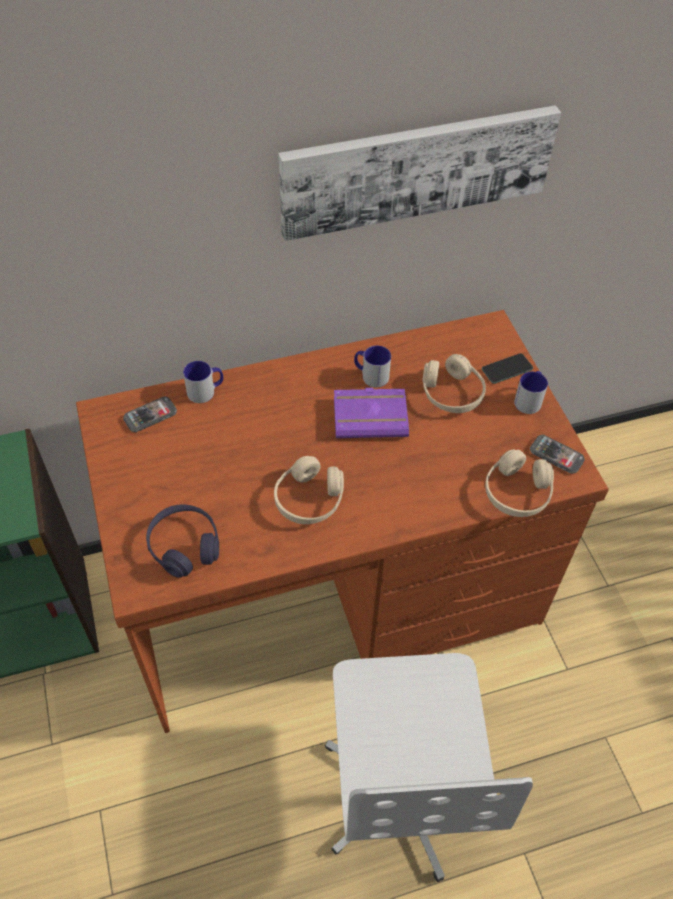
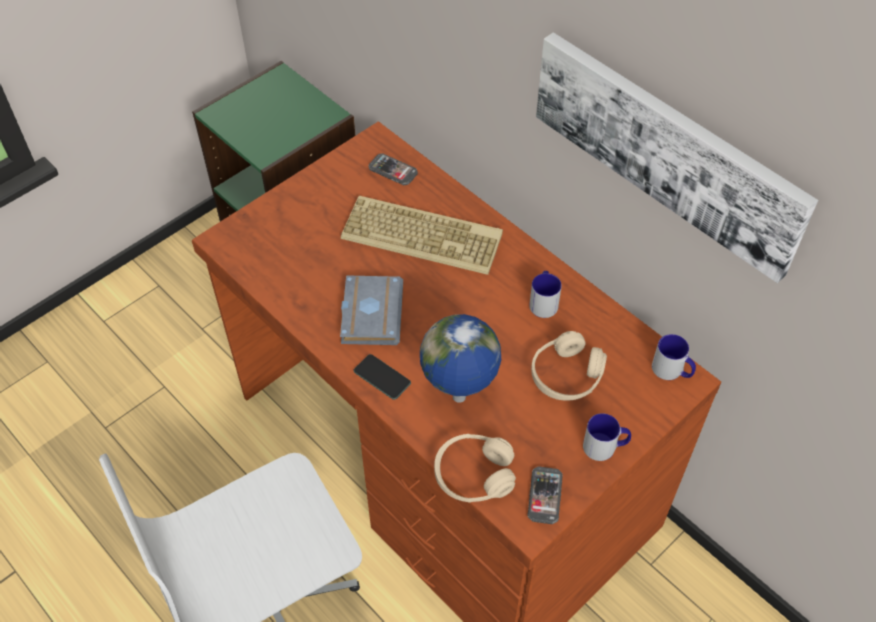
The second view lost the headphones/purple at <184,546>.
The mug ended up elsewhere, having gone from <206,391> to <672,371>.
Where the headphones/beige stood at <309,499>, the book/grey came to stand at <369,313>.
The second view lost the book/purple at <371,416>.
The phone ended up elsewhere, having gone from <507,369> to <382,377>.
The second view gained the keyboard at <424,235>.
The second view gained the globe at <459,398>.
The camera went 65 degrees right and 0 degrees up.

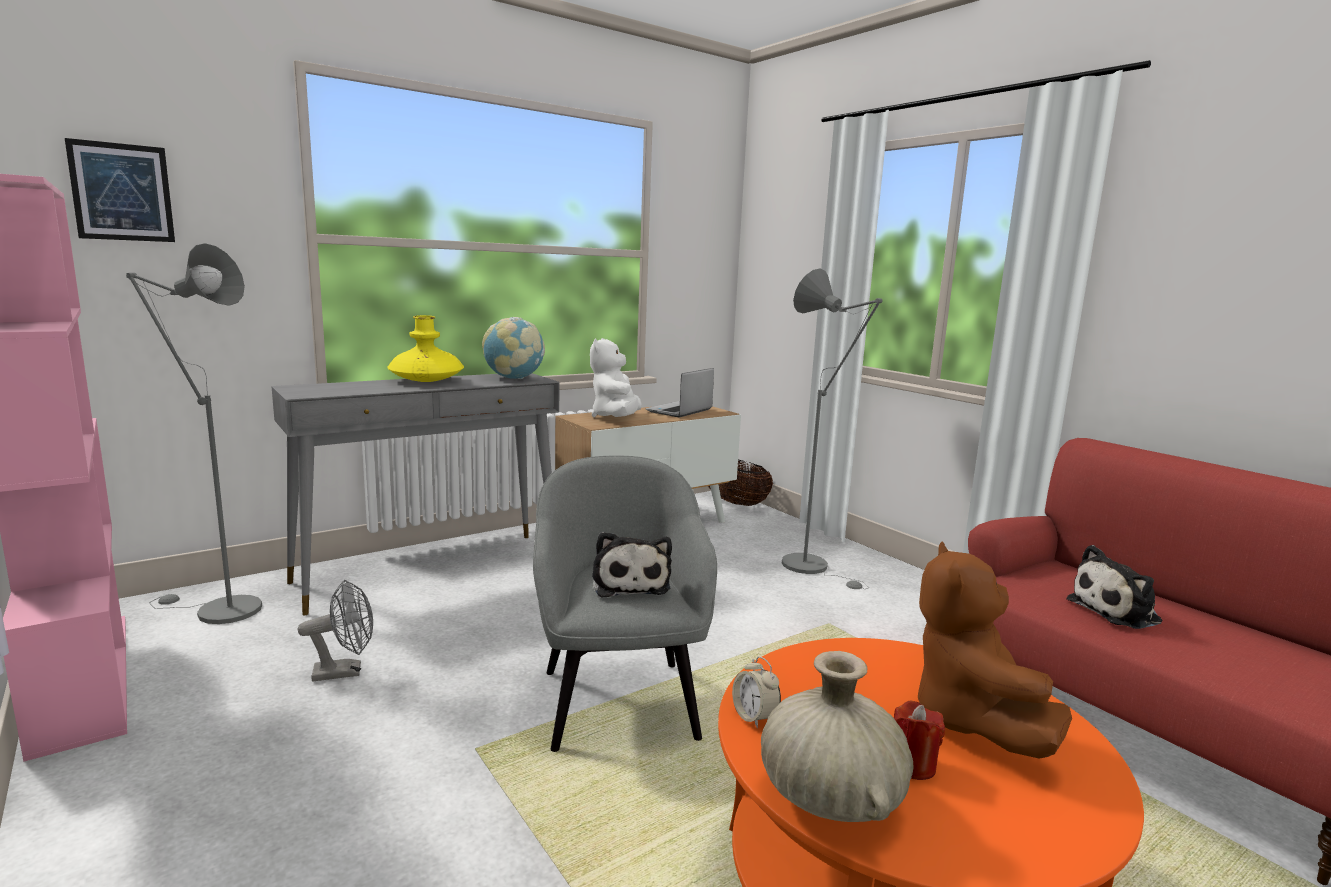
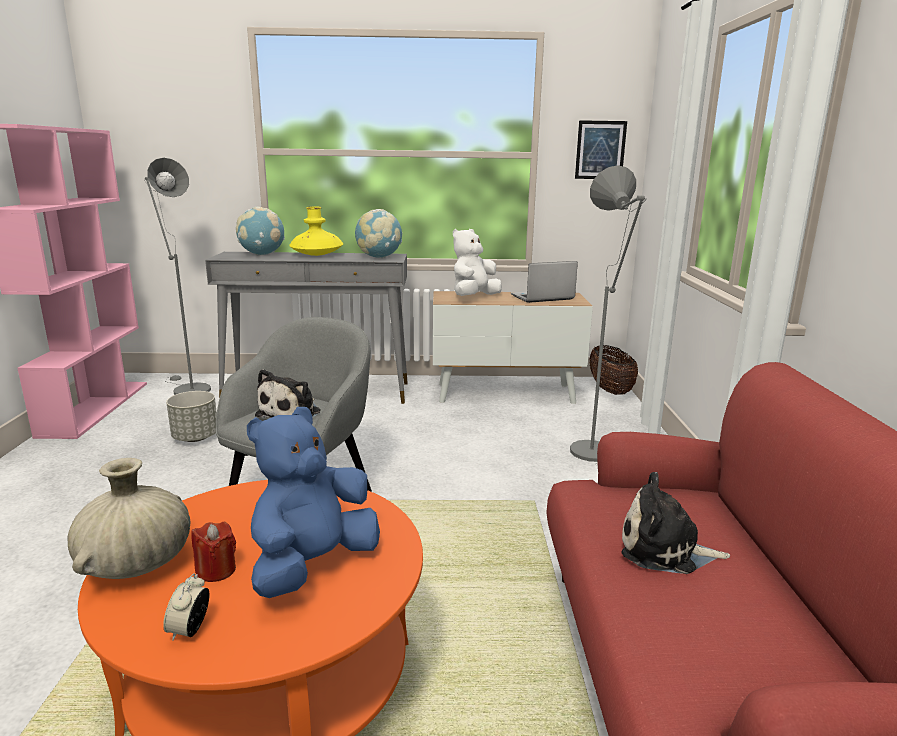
The picture ended up elsewhere, having gone from <122,192> to <600,150>.
Where the fan/grey stood at <345,671>, the planter/grey came to stand at <195,437>.
The alarm clock ended up elsewhere, having gone from <754,717> to <190,630>.
What was the plush toy/brown at <970,721> turned into the plush toy/blue at <313,565>.
The second view gained the globe at <262,254>.
The camera went 35 degrees right and 5 degrees up.

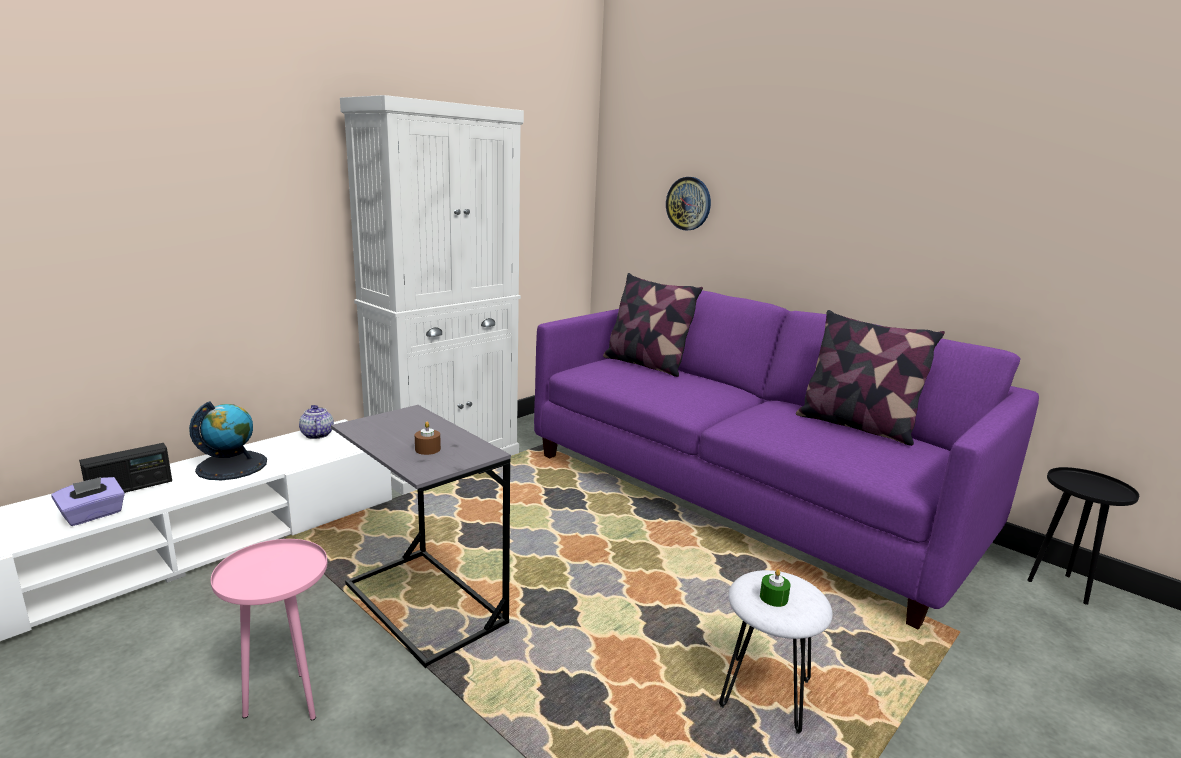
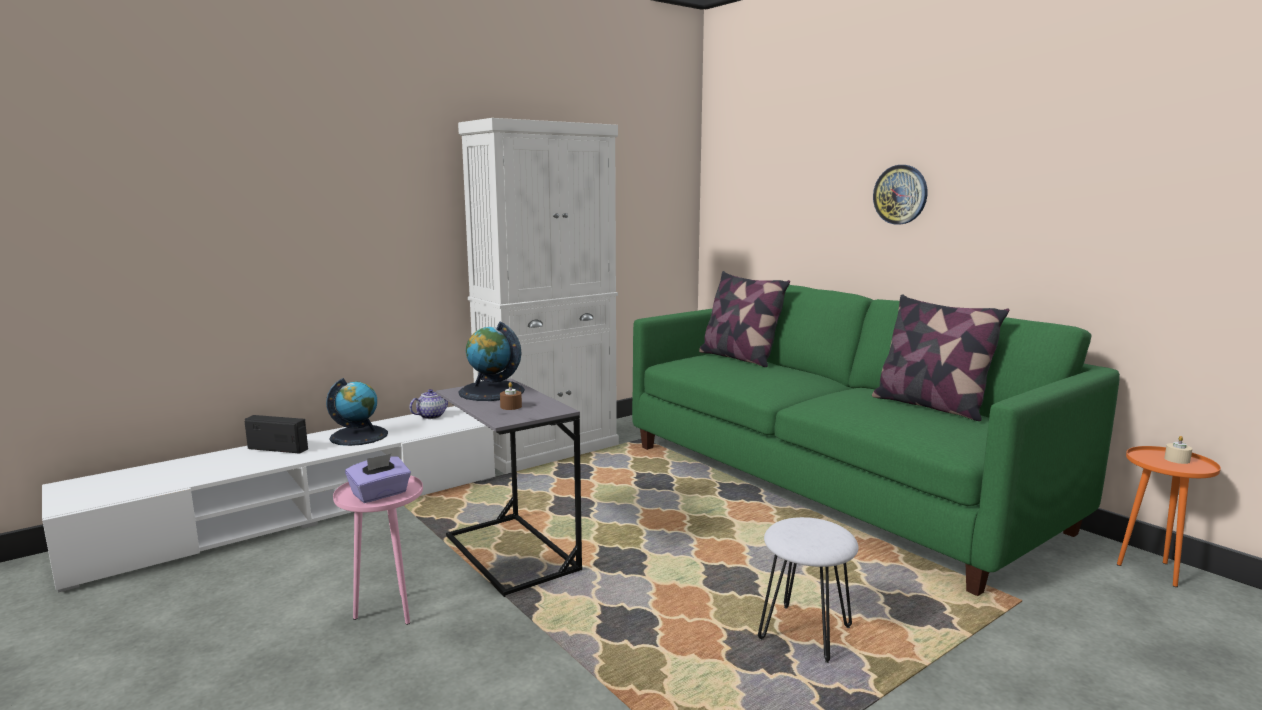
The tissue box/purple ended up elsewhere, having gone from <93,515> to <380,494>.
The radio at <130,488> ended up facing another way, 135 degrees counterclockwise from before.
The teapot at <316,434> ended up facing another way, 60 degrees clockwise from before.
What was the sofa/purple at <741,496> turned into the sofa/green at <830,485>.
The wall clock ended up elsewhere, having gone from <688,203> to <900,194>.
The second view lost the candle/green at <773,598>.
What was the side table/black at <1060,586> turned into the side table/orange at <1152,571>.
The second view gained the globe at <491,392>.
The second view gained the candle/beige at <1177,460>.
The camera went 10 degrees right and 5 degrees down.

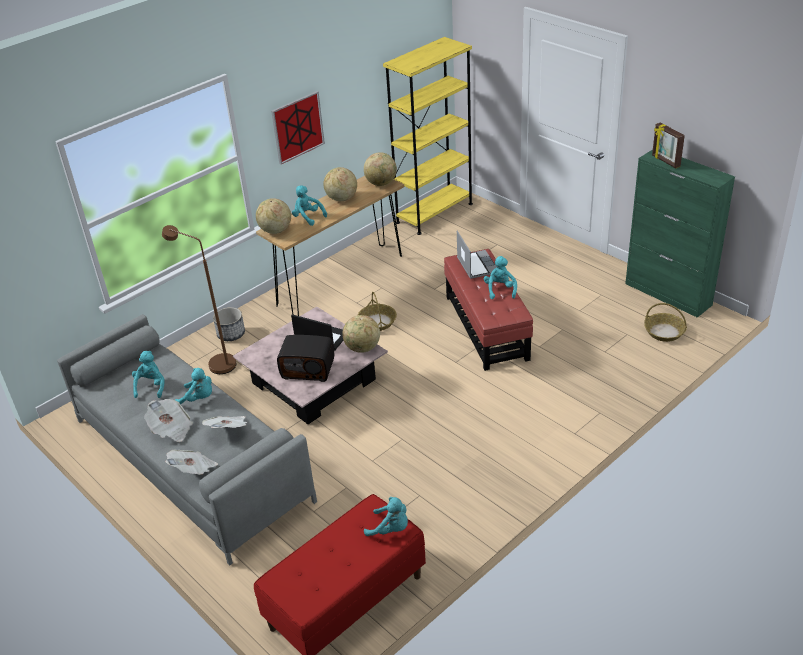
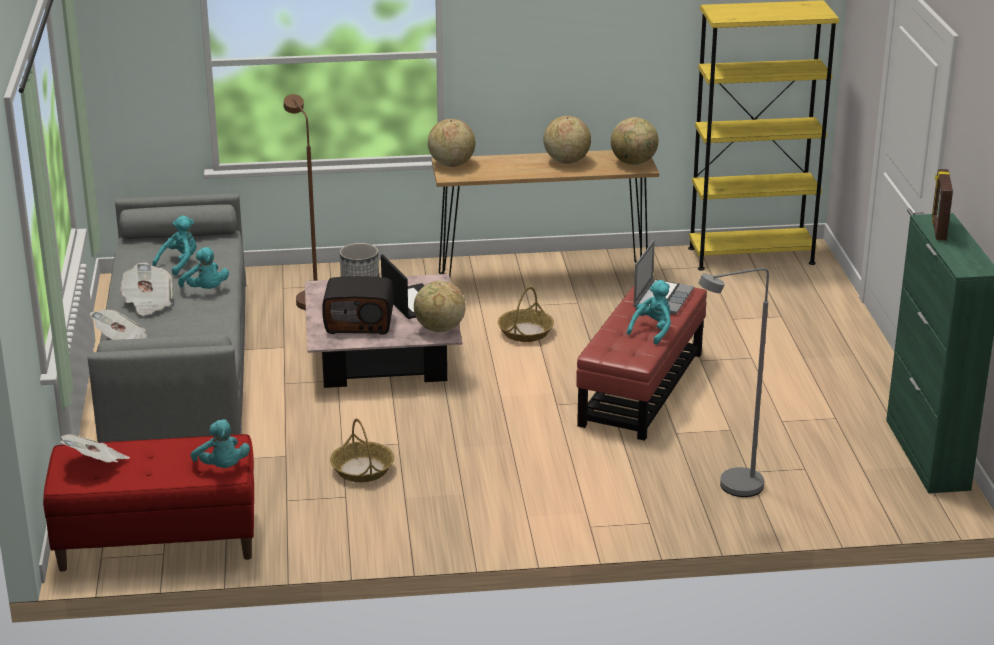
The newspaper ended up elsewhere, having gone from <228,430> to <96,463>.
The second view lost the picture at <297,127>.
The radio at <308,369> ended up facing another way, 45 degrees counterclockwise from before.
The second view lost the plush toy/turquoise at <308,217>.
The basket ended up elsewhere, having gone from <664,332> to <362,469>.
The second view gained the floor lamp/grey at <730,487>.
The camera went 35 degrees right and 10 degrees down.

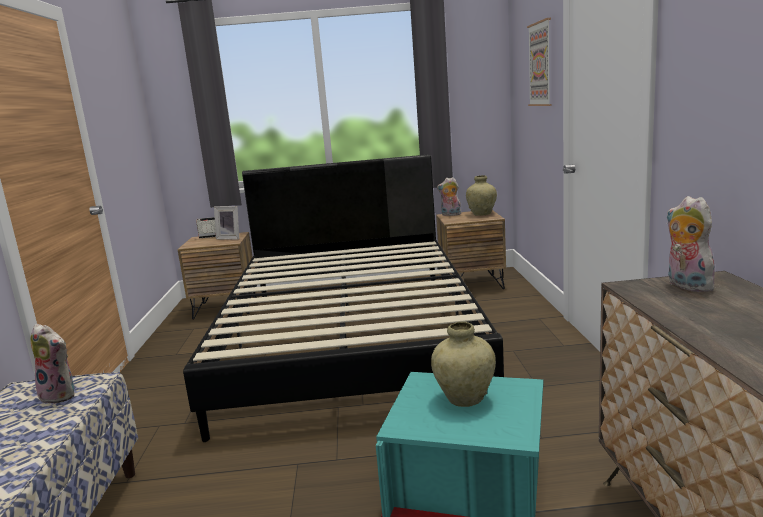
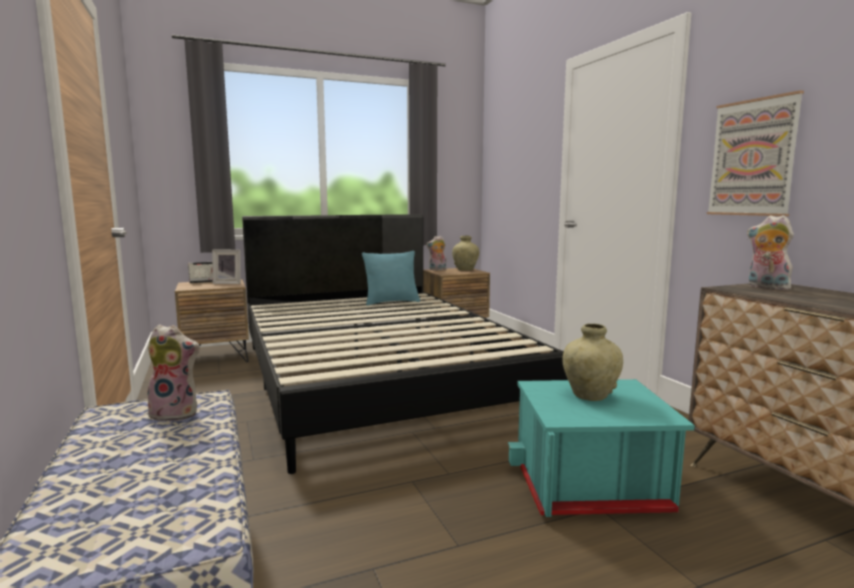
The picture ended up elsewhere, having gone from <540,64> to <752,158>.
The second view gained the pillow/turquoise at <391,302>.
The camera went 20 degrees left and 5 degrees down.

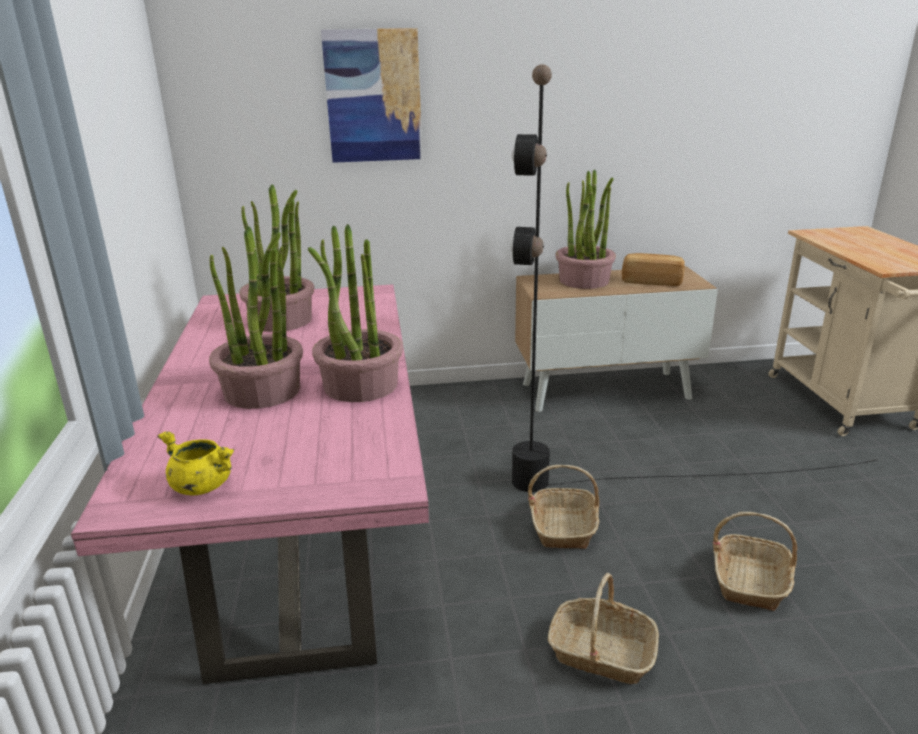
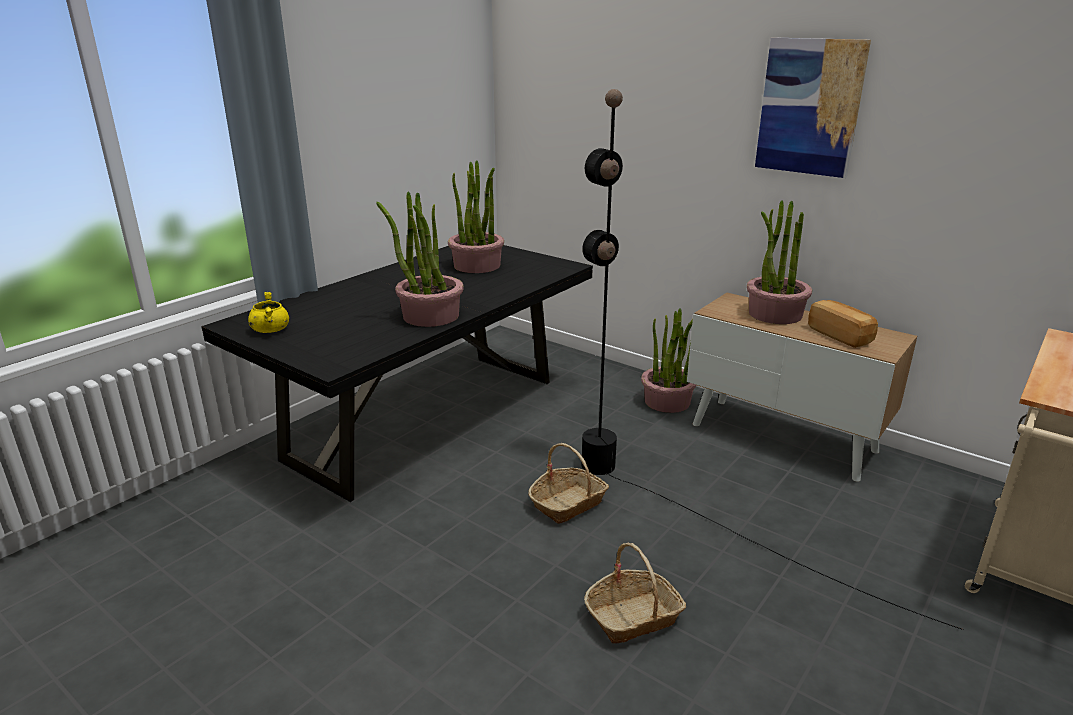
What was the dining table/pink at <303,529> turned into the dining table/black at <427,418>.
The potted plant ended up elsewhere, having gone from <263,391> to <667,402>.
The picture ended up elsewhere, having gone from <373,96> to <809,107>.
The second view lost the basket at <601,653>.
The camera went 45 degrees right and 0 degrees up.

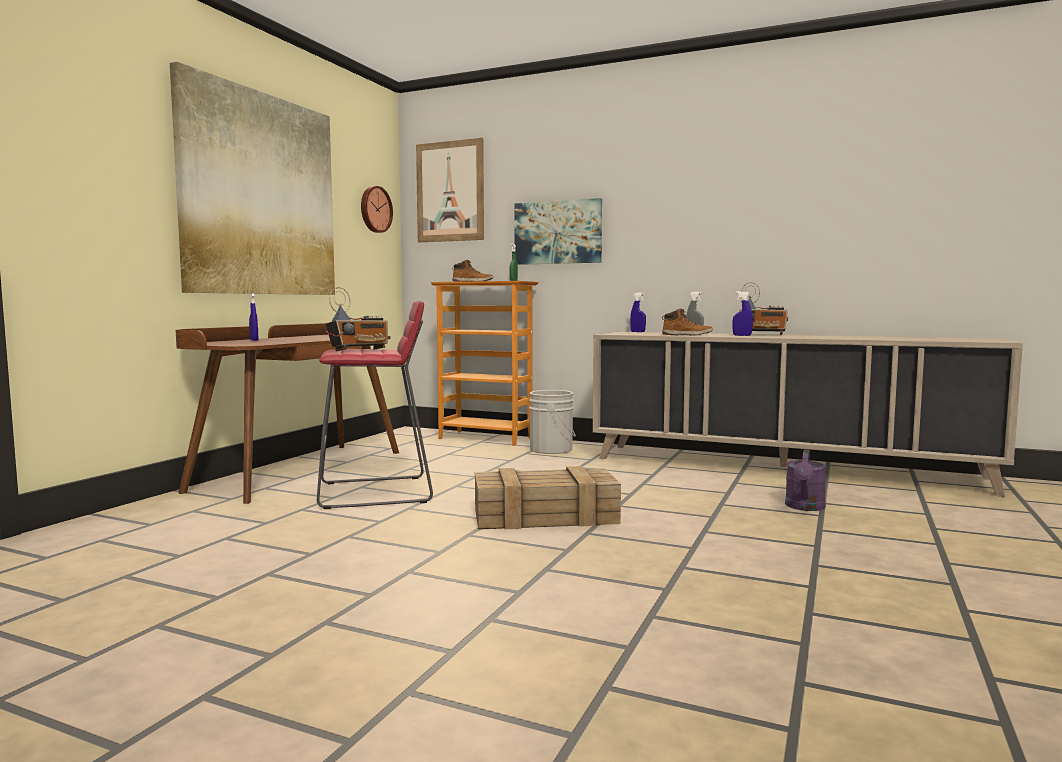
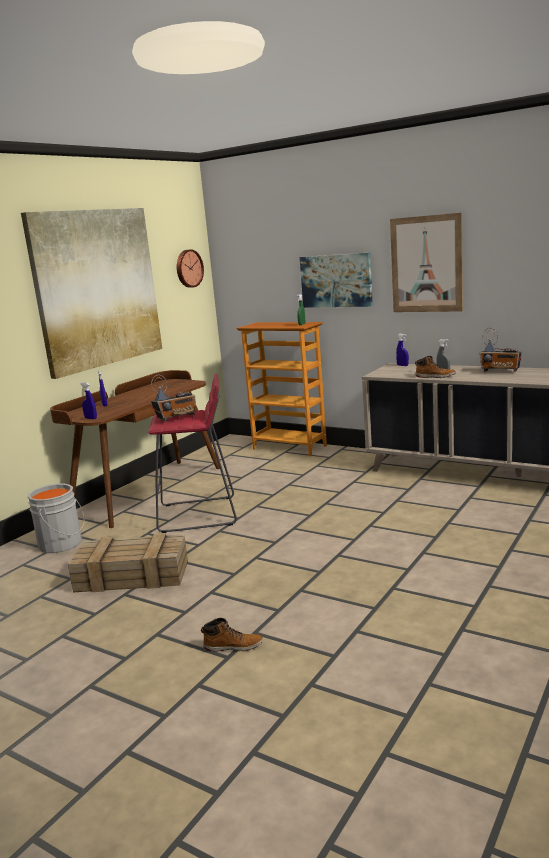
The picture ended up elsewhere, having gone from <450,191> to <426,264>.
The boot ended up elsewhere, having gone from <472,282> to <233,646>.
The crate ended up elsewhere, having gone from <547,516> to <134,575>.
The bucket/grey ended up elsewhere, having gone from <553,449> to <62,544>.
The spray bottle/blue ended up elsewhere, having gone from <742,335> to <91,418>.
The second view lost the watering can/purple at <804,507>.
The camera went 10 degrees right and 10 degrees up.

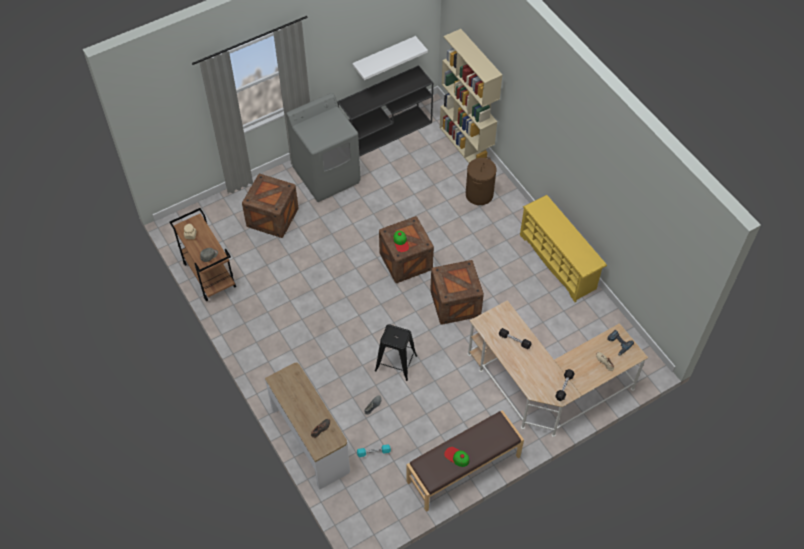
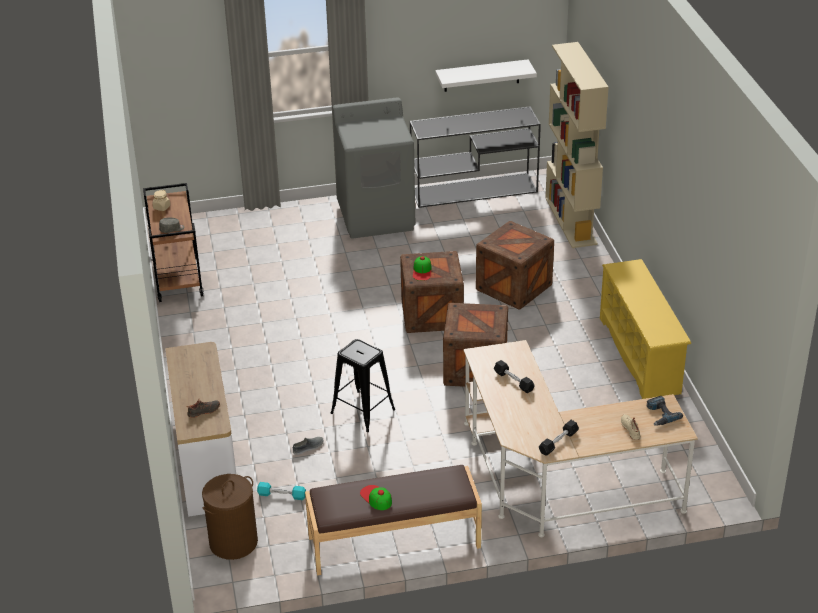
The crate ended up elsewhere, having gone from <272,217> to <514,287>.
The laundry basket/brown ended up elsewhere, having gone from <479,194> to <233,543>.
The camera went 20 degrees right and 20 degrees down.

